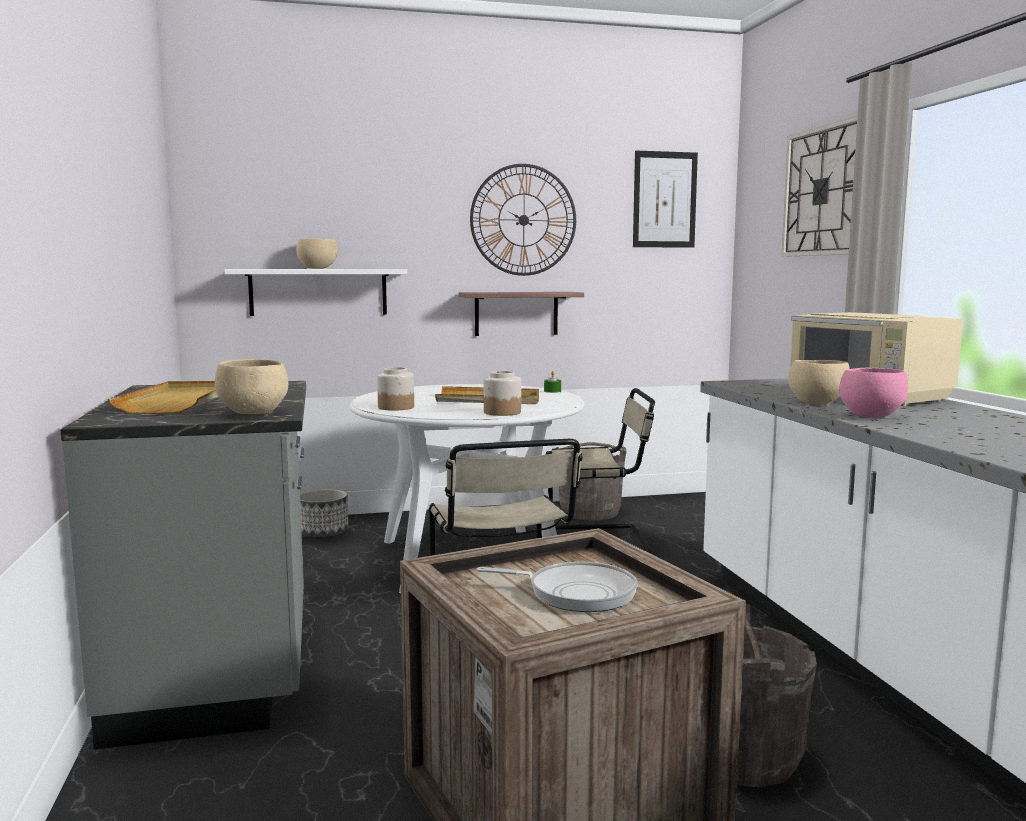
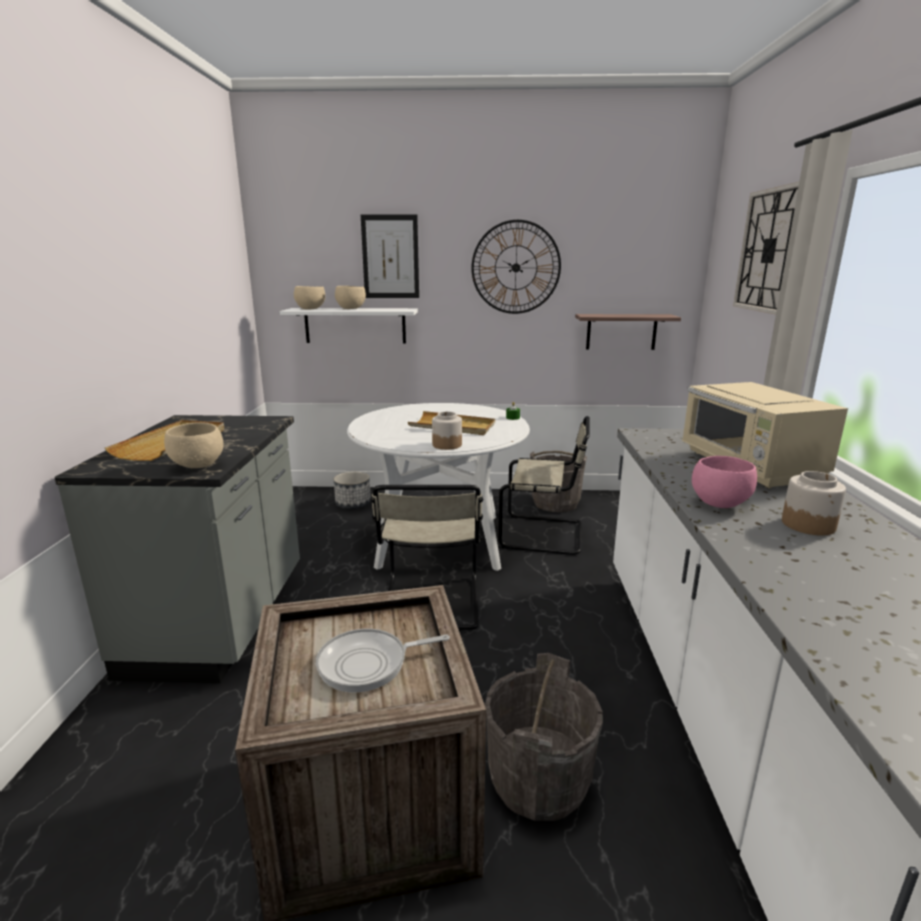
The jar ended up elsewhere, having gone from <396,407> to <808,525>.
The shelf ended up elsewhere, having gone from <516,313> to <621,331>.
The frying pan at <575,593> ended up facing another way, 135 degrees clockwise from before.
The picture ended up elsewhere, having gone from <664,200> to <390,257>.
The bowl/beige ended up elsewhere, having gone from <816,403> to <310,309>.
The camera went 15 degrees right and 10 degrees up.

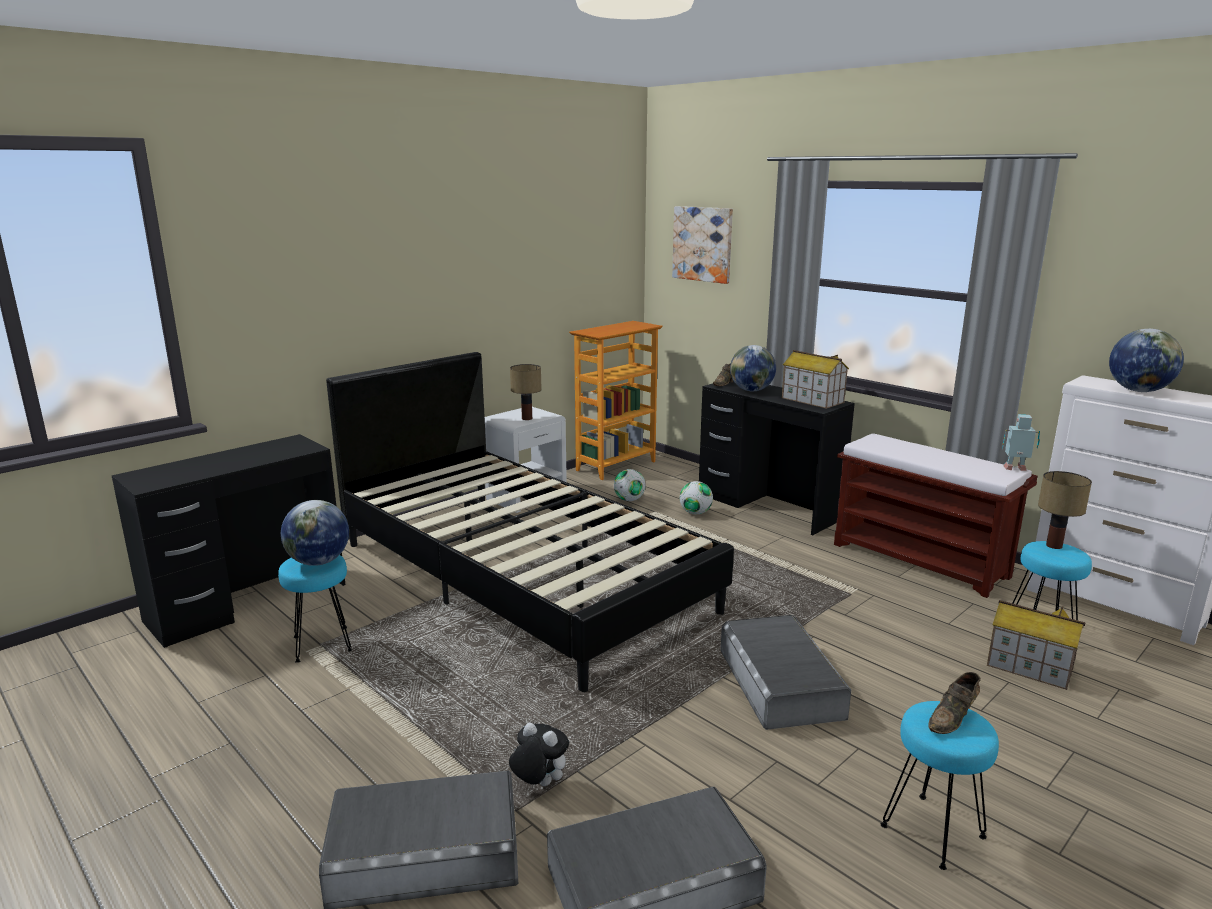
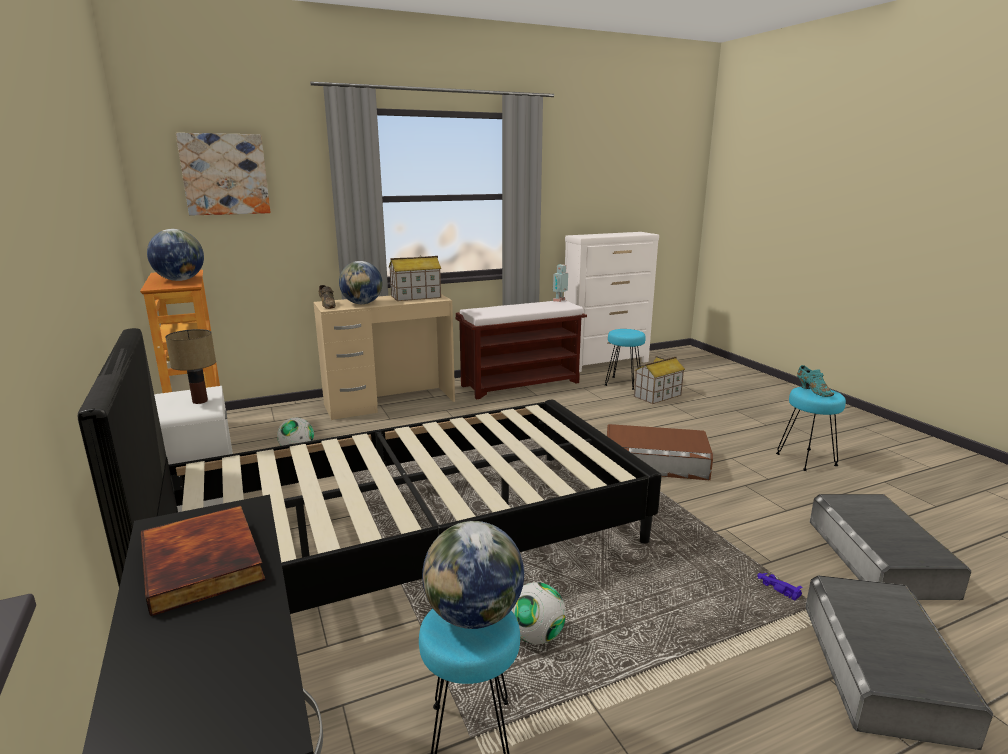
Where the plush toy stood at <539,783>, the toy car/purple came to stand at <777,588>.
The football ended up elsewhere, having gone from <695,513> to <536,636>.
What was the desk/black at <768,507> turned into the desk/beige at <389,402>.
What was the storage box/grey at <780,683> turned into the storage box/brown at <655,462>.
What was the shoe/brown at <953,718> turned into the shoe/turquoise at <812,391>.
The second view lost the table lamp at <1053,545>.
The globe ended up elsewhere, having gone from <1139,391> to <180,280>.
The second view gained the book at <206,562>.
The camera went 70 degrees left and 0 degrees up.

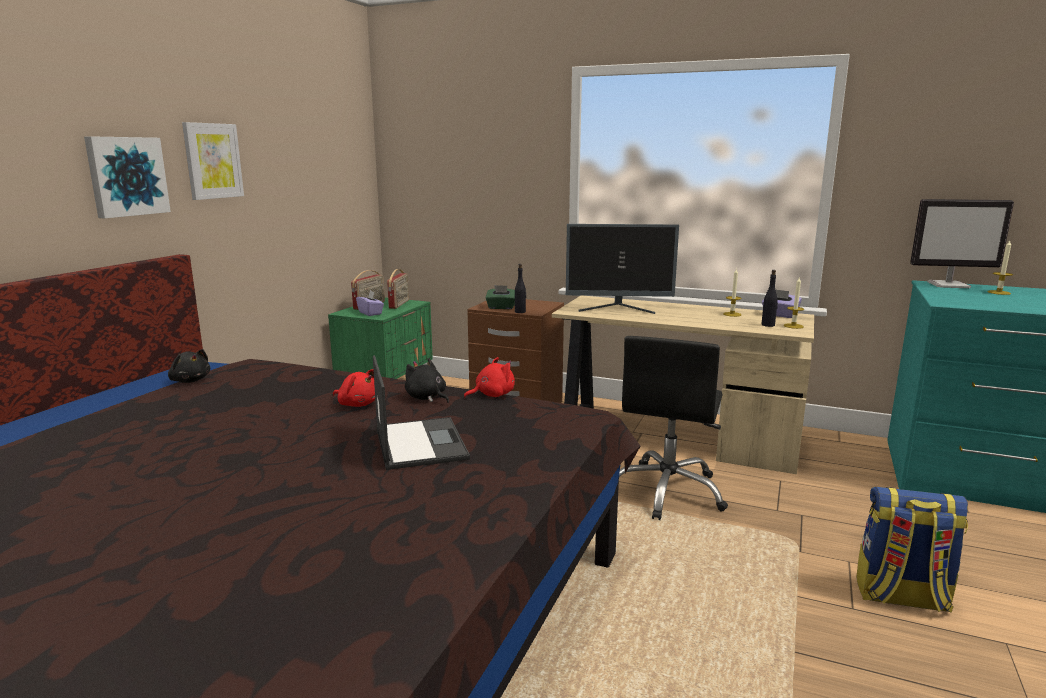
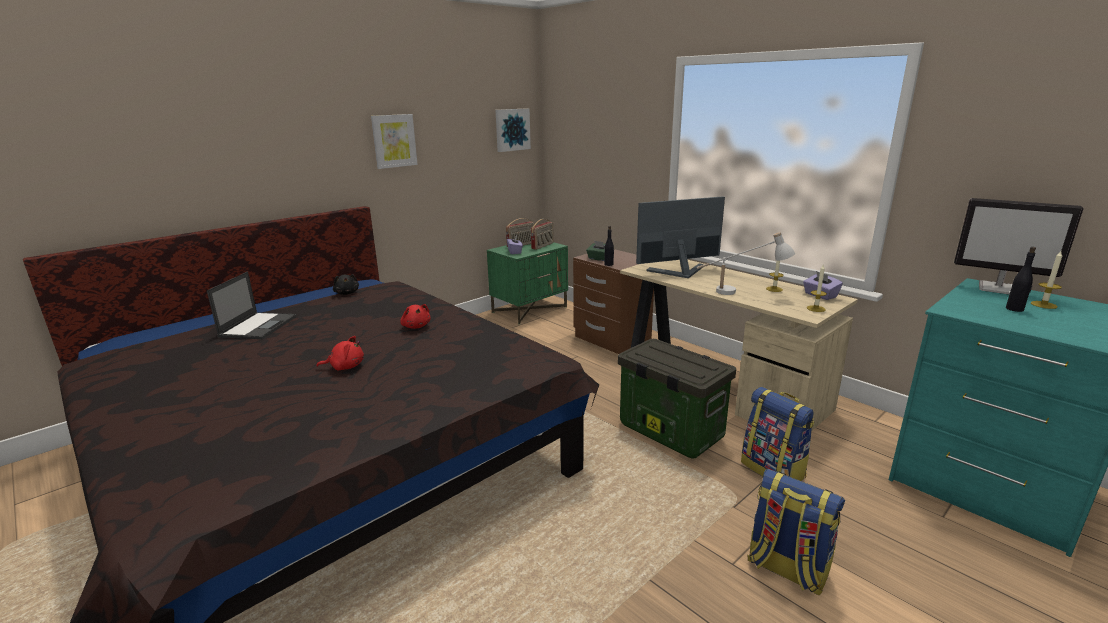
The picture ended up elsewhere, having gone from <126,176> to <512,129>.
The laptop ended up elsewhere, having gone from <420,443> to <259,326>.
The second view lost the plush toy/black at <427,398>.
The plush toy/red ended up elsewhere, having gone from <492,395> to <345,367>.
The monitor at <618,309> ended up facing another way, 135 degrees clockwise from before.
Where the office chair/black stood at <668,491>, the storage box came to stand at <668,431>.
The bottle/black ended up elsewhere, having gone from <768,325> to <1015,309>.
The second view gained the table lamp/white at <740,293>.
The second view gained the backpack at <773,469>.
The camera went 25 degrees right and 5 degrees up.

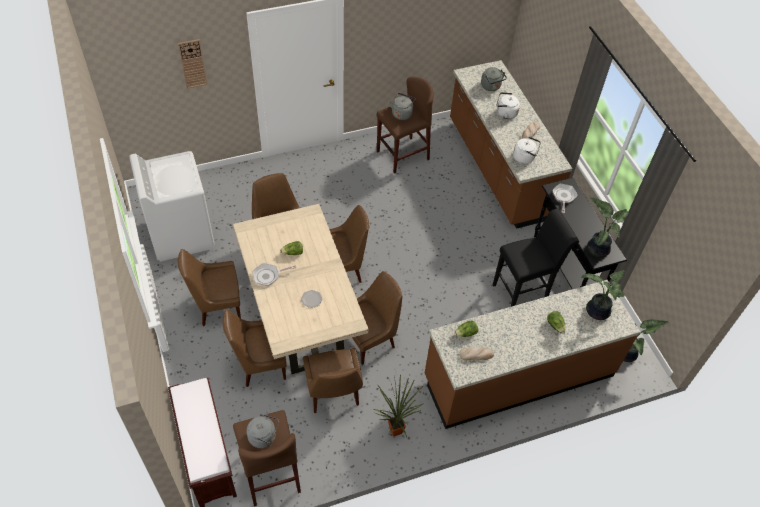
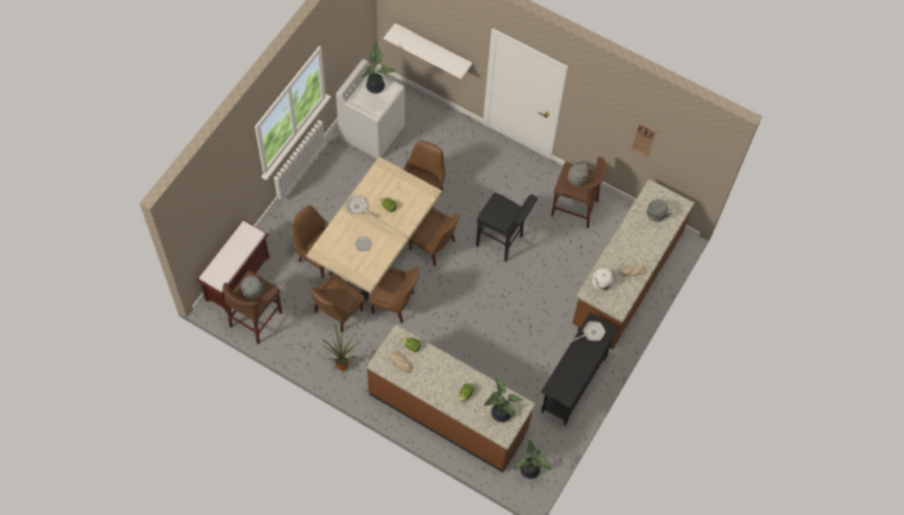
The wall clock ended up elsewhere, having gone from <192,63> to <644,139>.
The second view lost the chair/brown at <217,306>.
The stool/black ended up elsewhere, having gone from <523,294> to <502,242>.
The second view lost the kettle/white at <505,113>.
The potted plant ended up elsewhere, having gone from <597,248> to <376,86>.
The second view gained the shelf/white at <433,47>.
The camera went 50 degrees right and 10 degrees up.

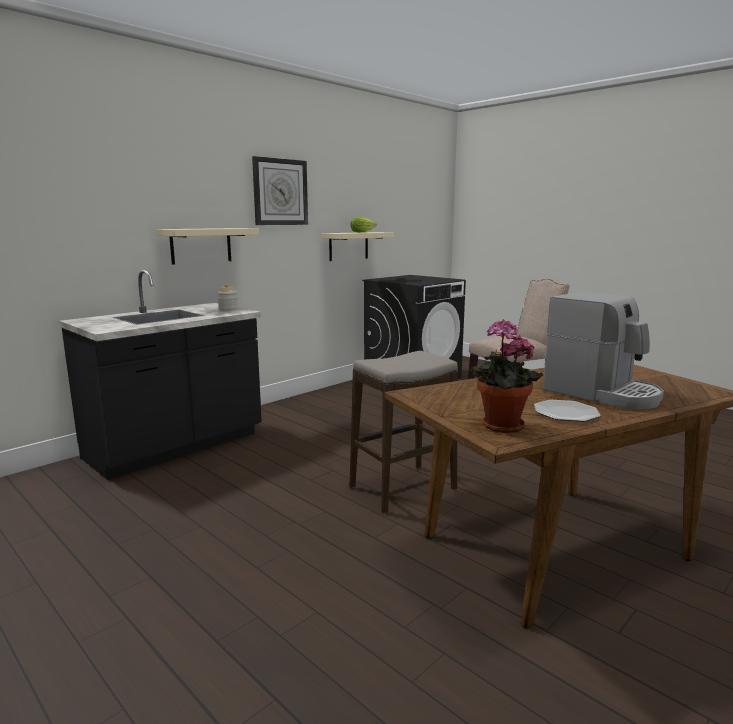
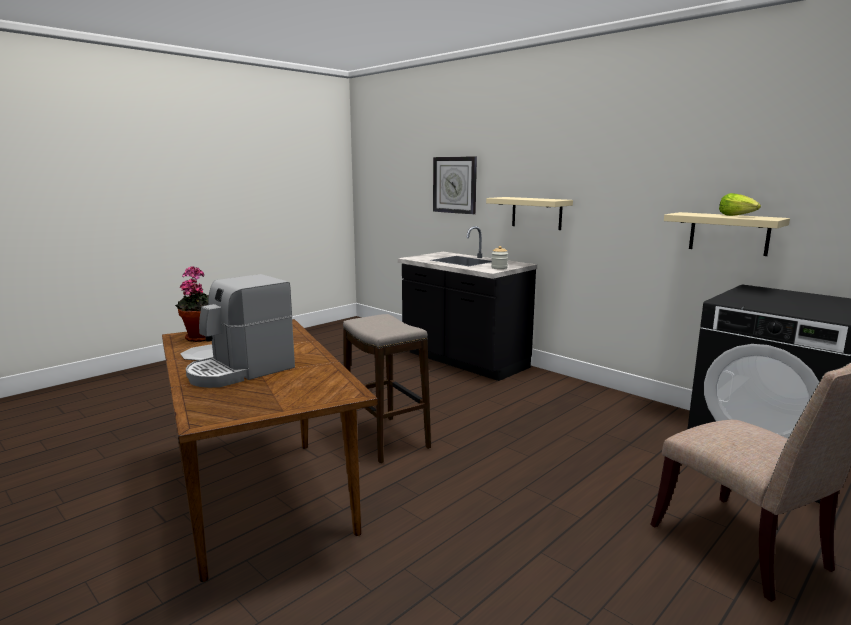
The wall clock ended up elsewhere, having gone from <280,192> to <455,185>.
The camera went 90 degrees right and 0 degrees up.

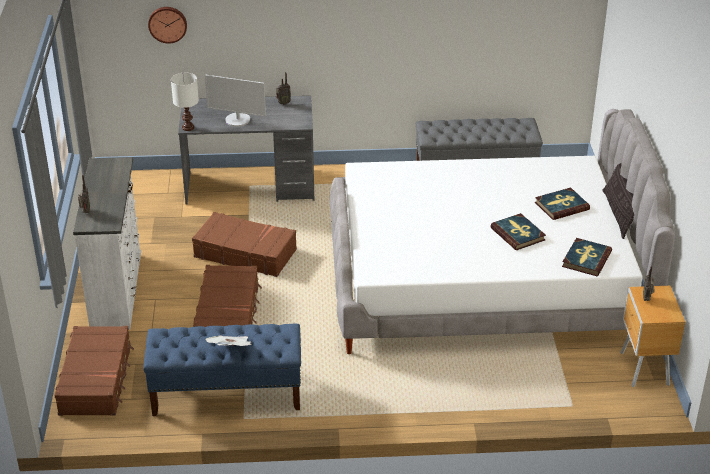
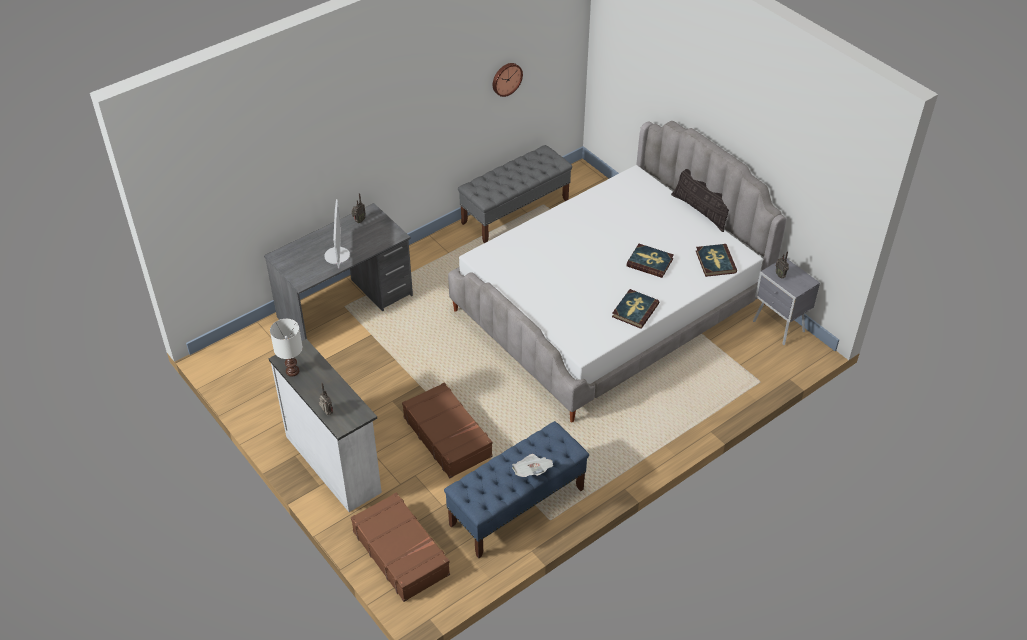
The wall clock ended up elsewhere, having gone from <167,24> to <506,78>.
The table lamp/white ended up elsewhere, having gone from <187,127> to <292,371>.
The second view lost the suitcase/brown at <245,253>.
The monitor at <237,120> ended up facing another way, 75 degrees counterclockwise from before.
The book ended up elsewhere, having gone from <561,206> to <635,310>.
What was the nightstand/brown at <644,370> turned into the nightstand/grey at <779,327>.
The camera went 35 degrees left and 10 degrees up.

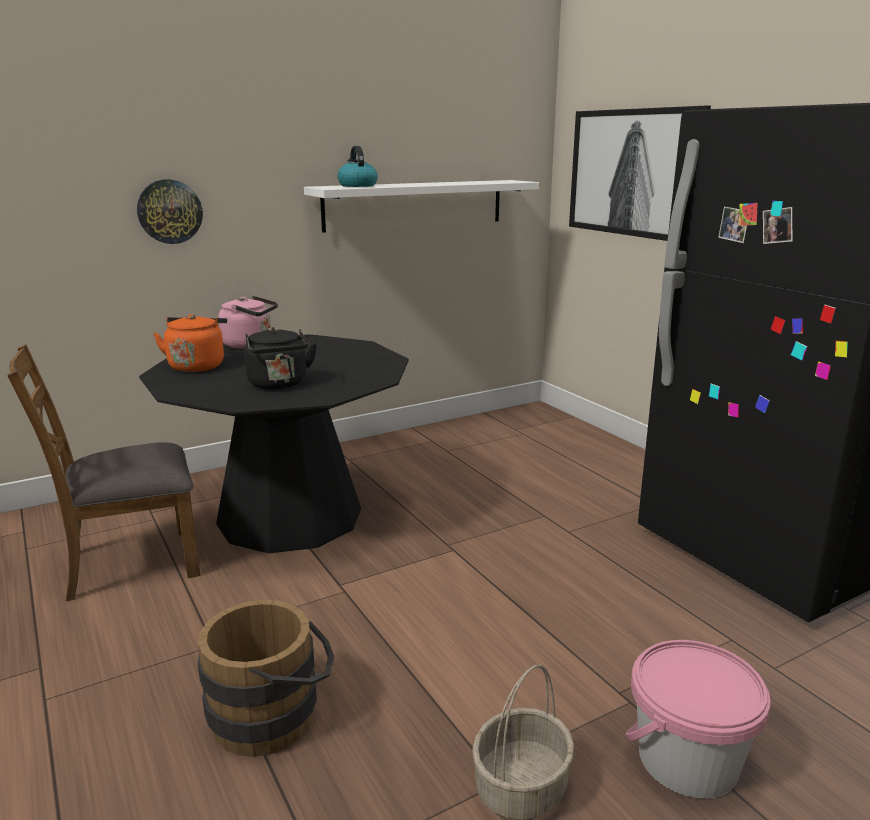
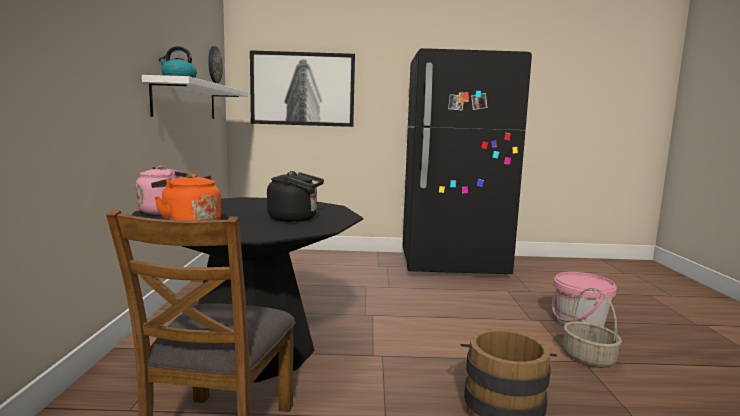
The wall clock ended up elsewhere, having gone from <169,211> to <214,64>.
The camera went 60 degrees left and 10 degrees down.

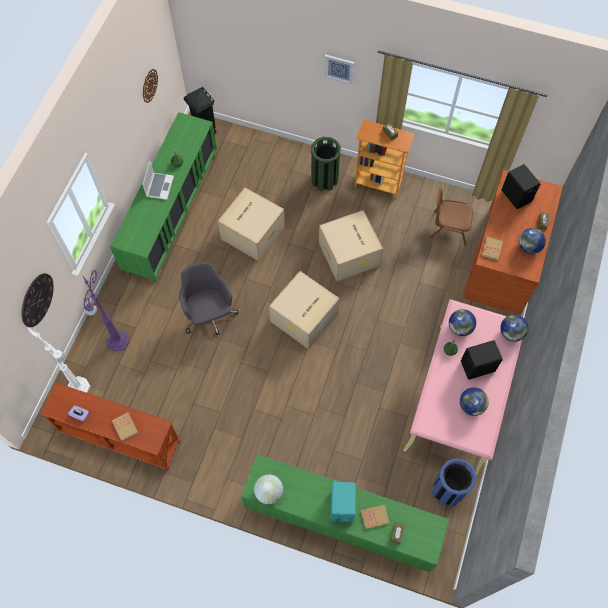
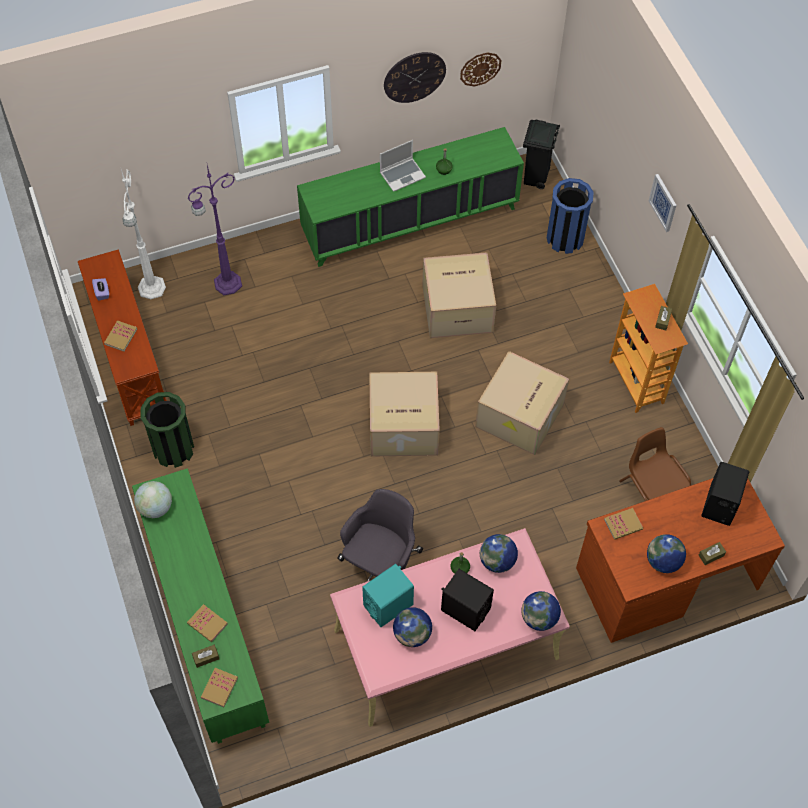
The wall clock ended up elsewhere, having gone from <37,300> to <414,77>.
The office chair/grey ended up elsewhere, having gone from <209,314> to <380,564>.
The trash can/green ended up elsewhere, having gone from <324,179> to <173,449>.
The speaker/turquoise ended up elsewhere, having gone from <342,505> to <388,605>.
The trash can/blue ended up elsewhere, having gone from <447,490> to <565,238>.
The second view gained the book at <219,688>.
The camera went 50 degrees right and 5 degrees down.

